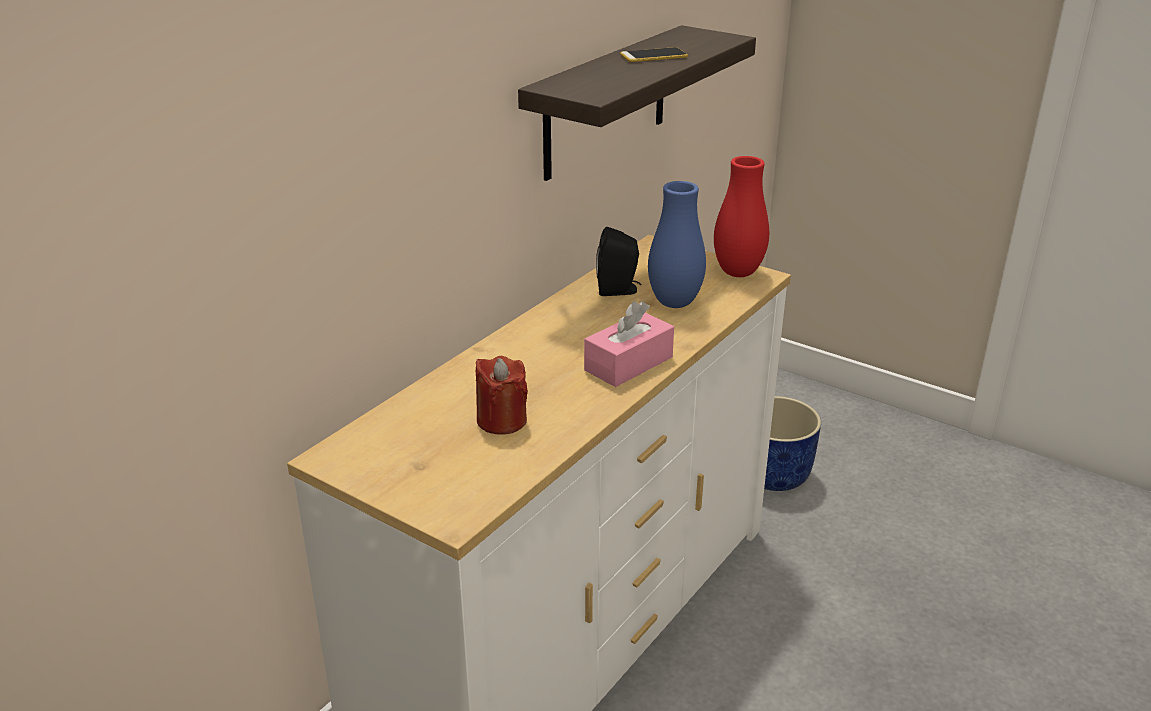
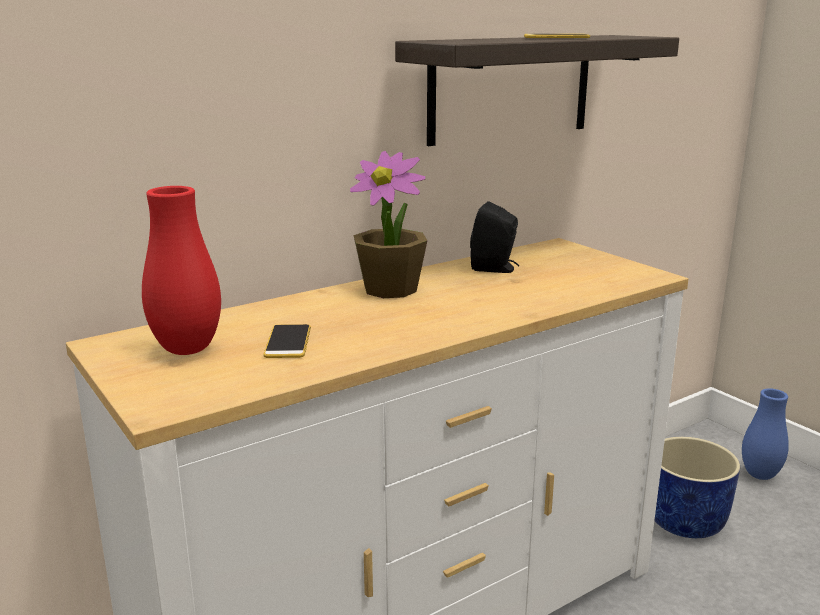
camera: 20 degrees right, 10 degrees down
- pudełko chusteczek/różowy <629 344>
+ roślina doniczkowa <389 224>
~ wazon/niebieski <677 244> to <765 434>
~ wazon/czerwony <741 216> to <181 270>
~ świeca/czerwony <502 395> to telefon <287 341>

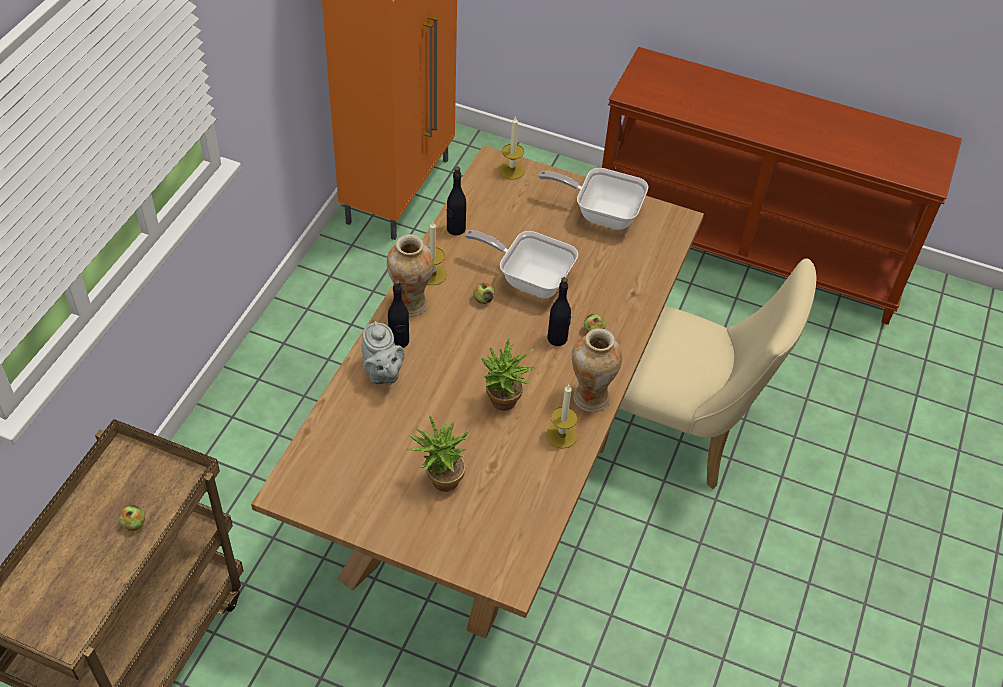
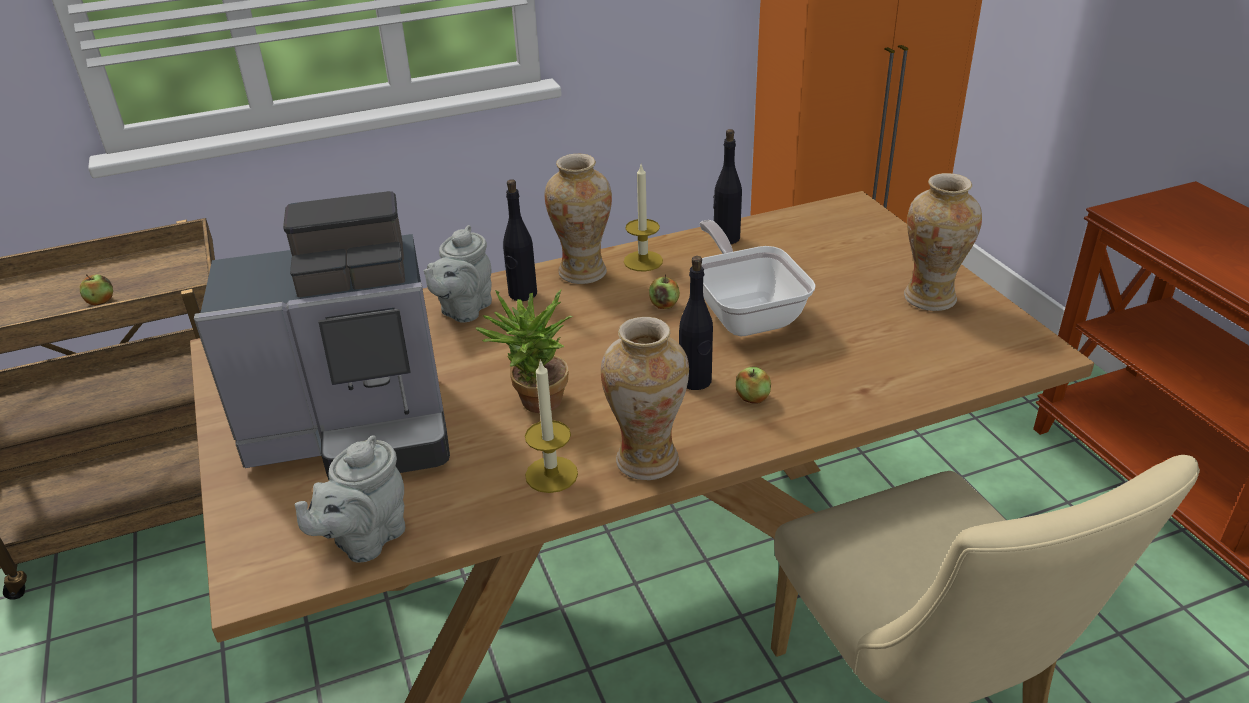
camera: 50 degrees right, 15 degrees down
- świeca <512 147>
+ imbryk/szary <349 499>
~ roślina doniczkowa <437 453> to ekspres do kawy <322 335>
~ patelnia <593 199> to wazon <943 242>

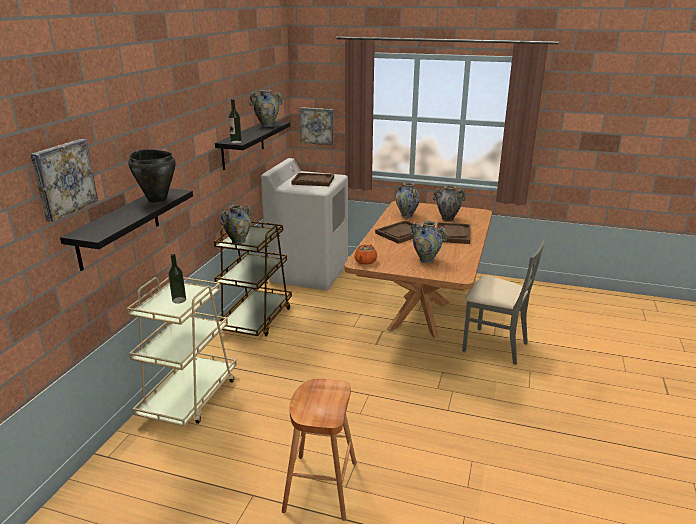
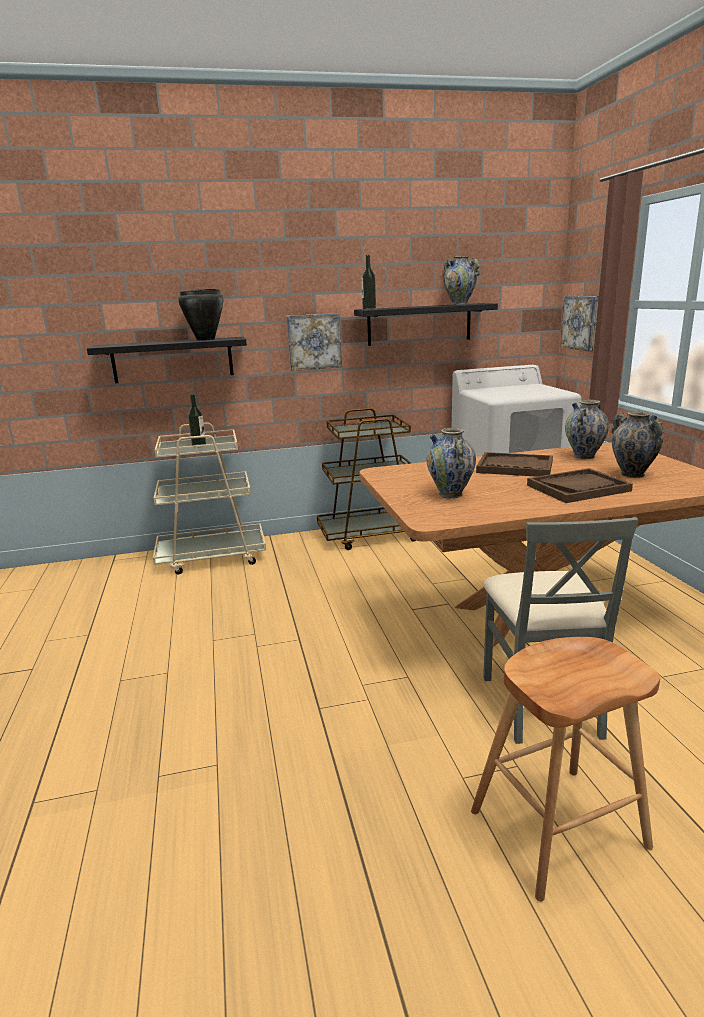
camera: 60 degrees right, 5 degrees down
- wazon <236 224>
- taca/brązowy <312 179>
- imbryk/pomarańczowy <365 254>
~ obraz <64 180> to <314 342>
~ stołek/brązowy <319 450> to <565 769>

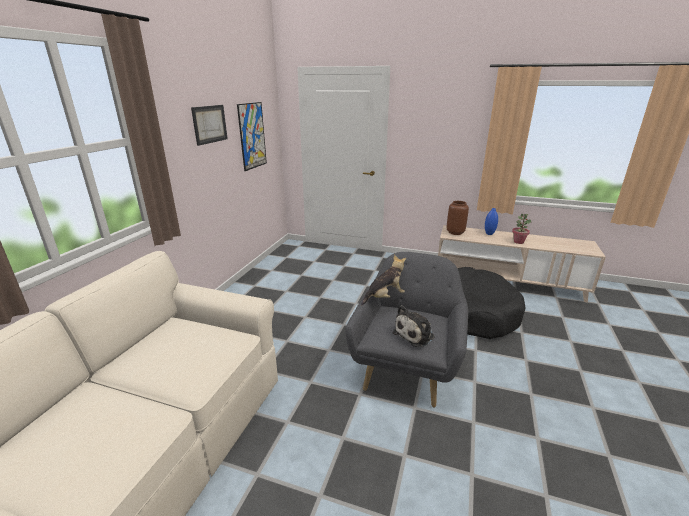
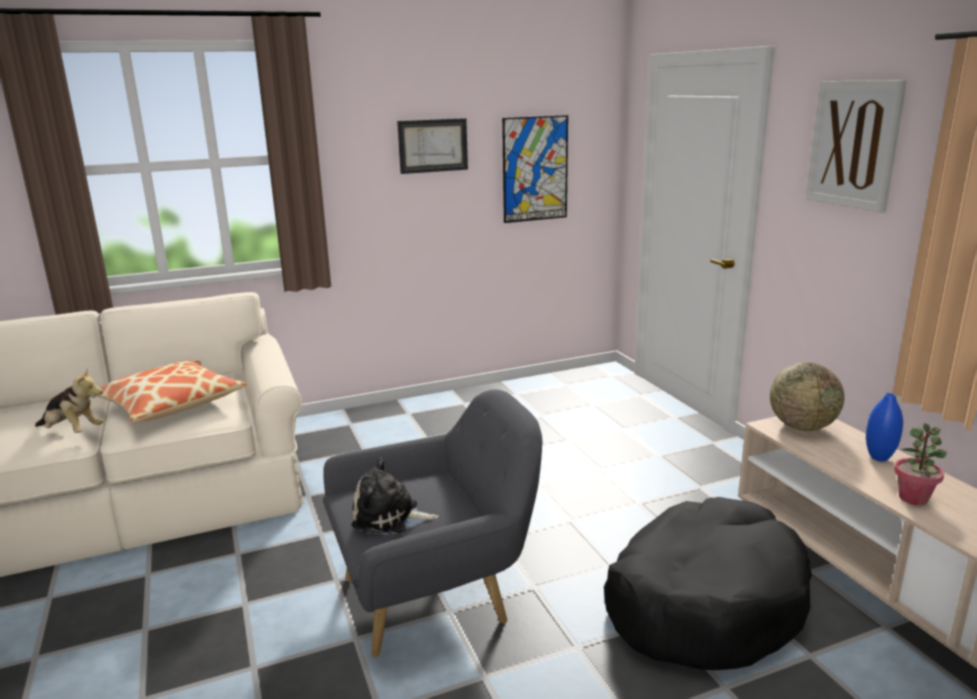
camera: 50 degrees right, 5 degrees down
+ poduszka <172 391>
+ obraz <856 146>
~ pluszak <383 280> to <69 400>
~ wazon/brązowy <458 218> to globus <807 396>

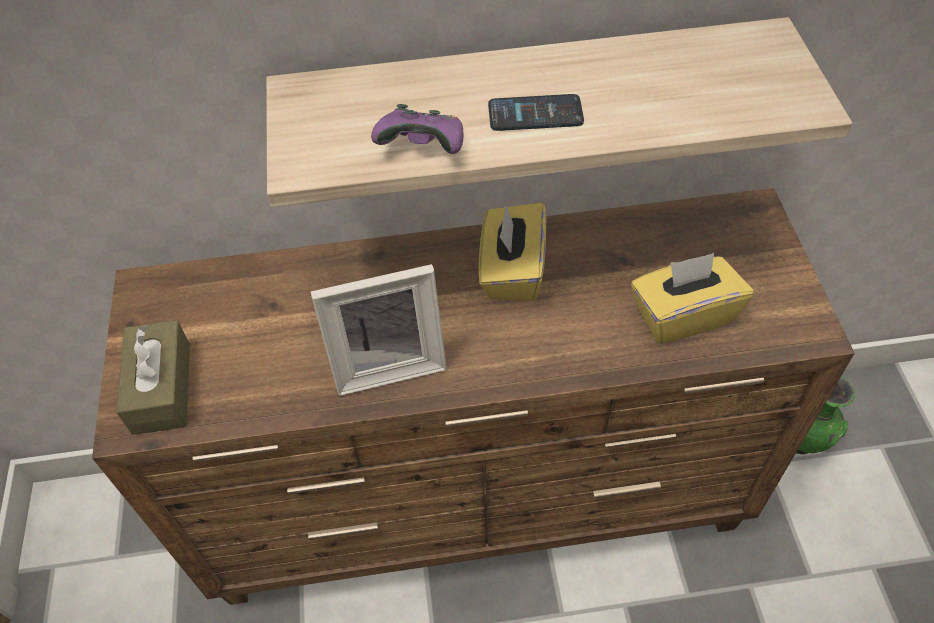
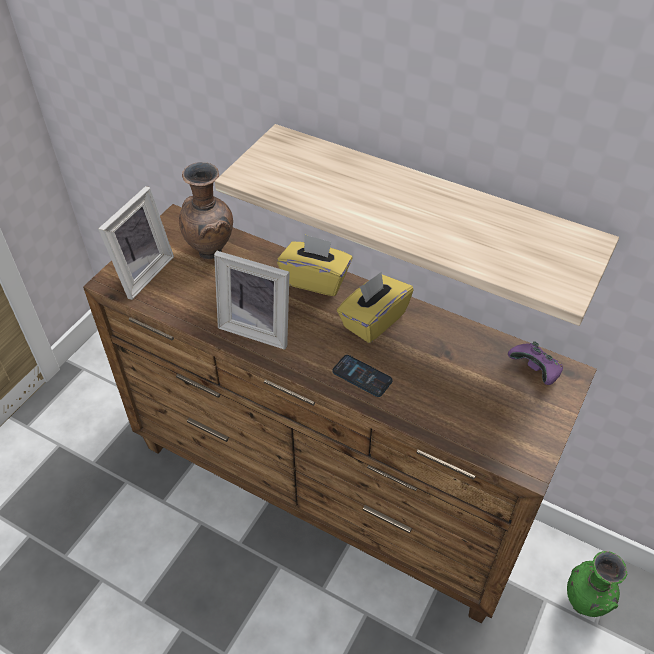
camera: 35 degrees right, 5 degrees down
+ wazon/brązowy <206 211>
~ pad do gier/fioletowy <417 129> to <535 363>
~ telefon <536 112> to <362 376>
~ pudełko chusteczek/żółty <692 298> to <315 265>
~ pudełko chusteczek/brązowy <153 377> to ramka na zdjęcie <136 243>

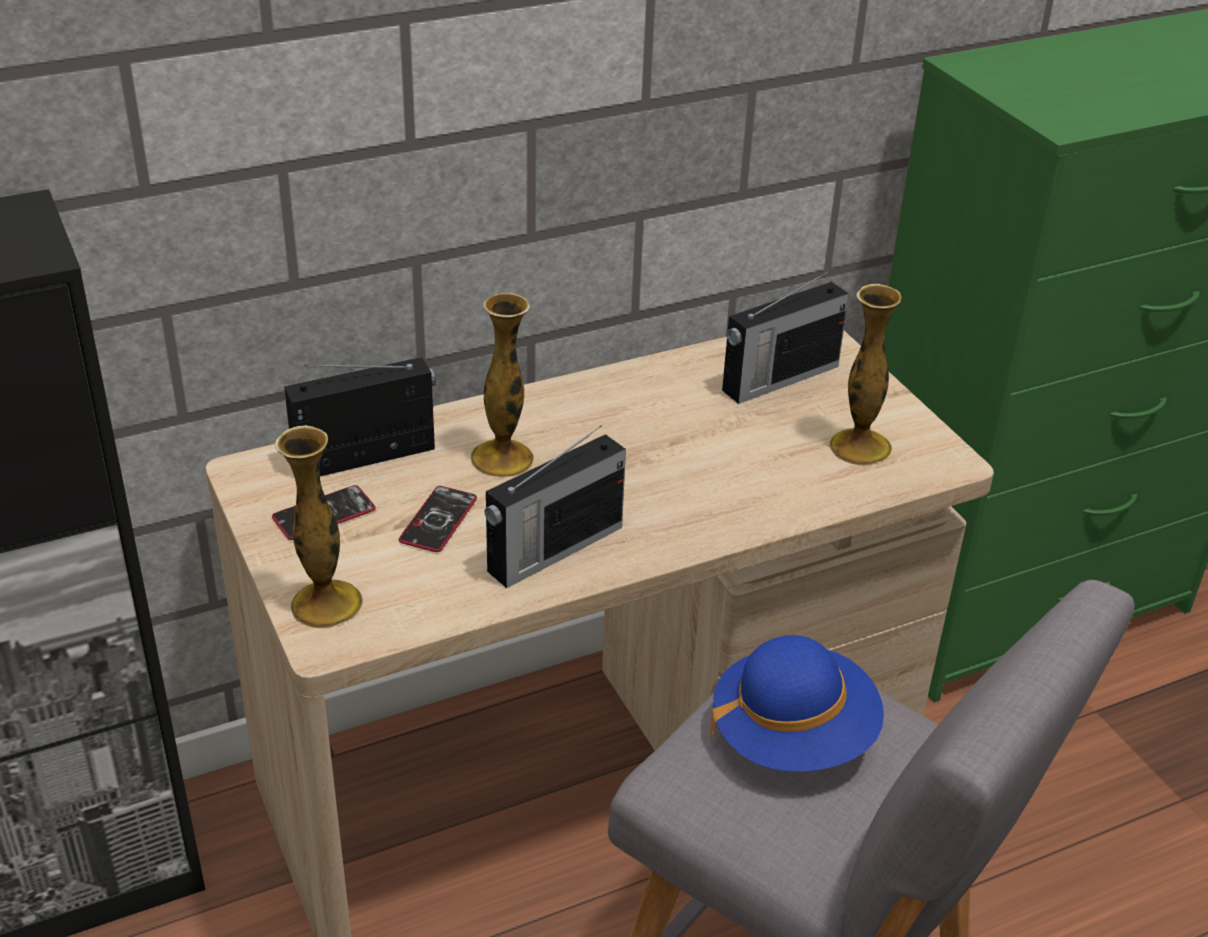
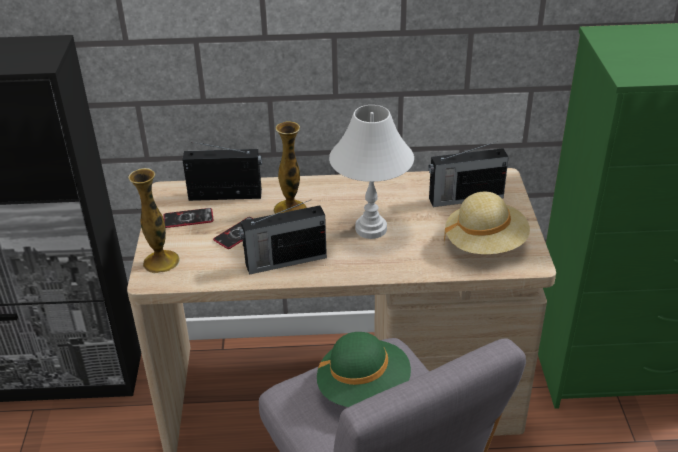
camera: 25 degrees right, 0 degrees up
+ lampa stołowa/biały <371 172>
~ wazon <865 375> to kapelusz/beżowy <487 223>
~ kapelusz/niebieski <797 703> to kapelusz/zielony <364 369>

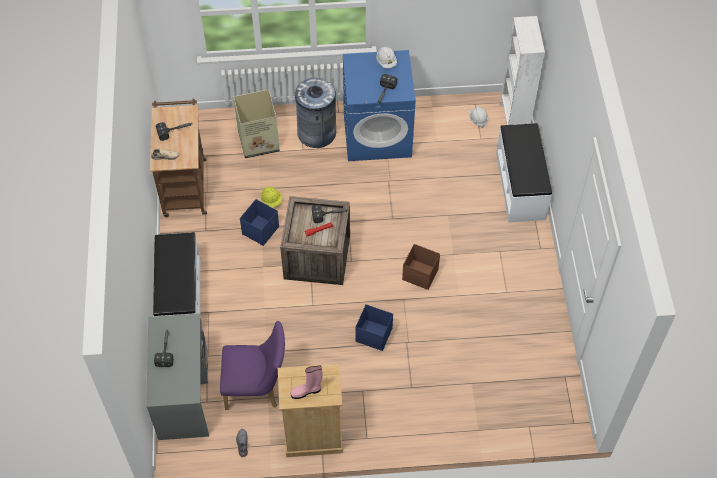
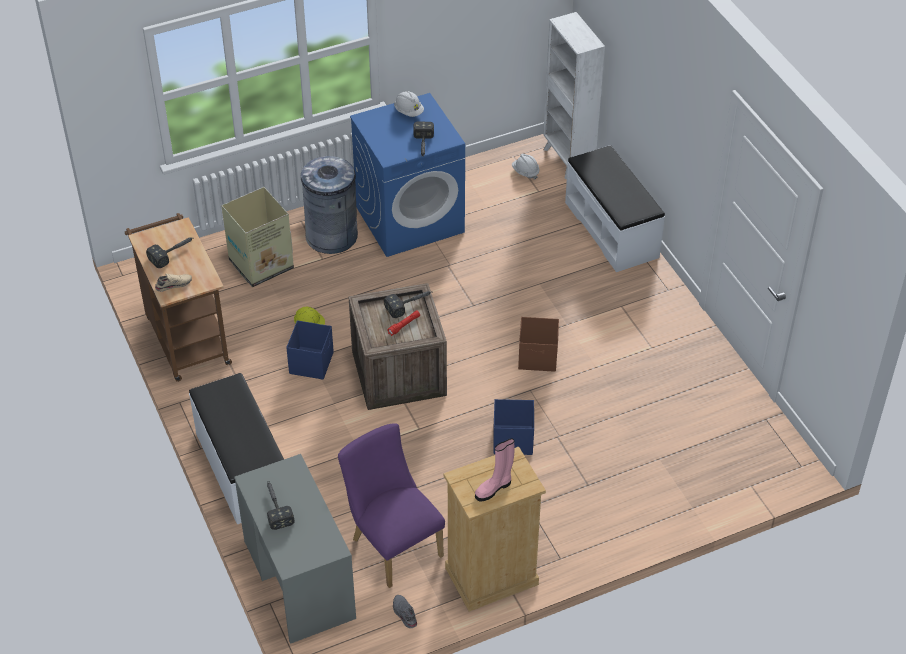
camera: 20 degrees left, 10 degrees down
~ krzesło/fioletowy <252 365> = <391 505> 105 degrees counterclockwise

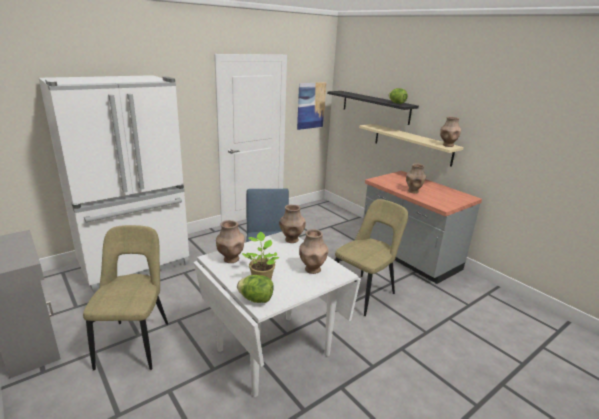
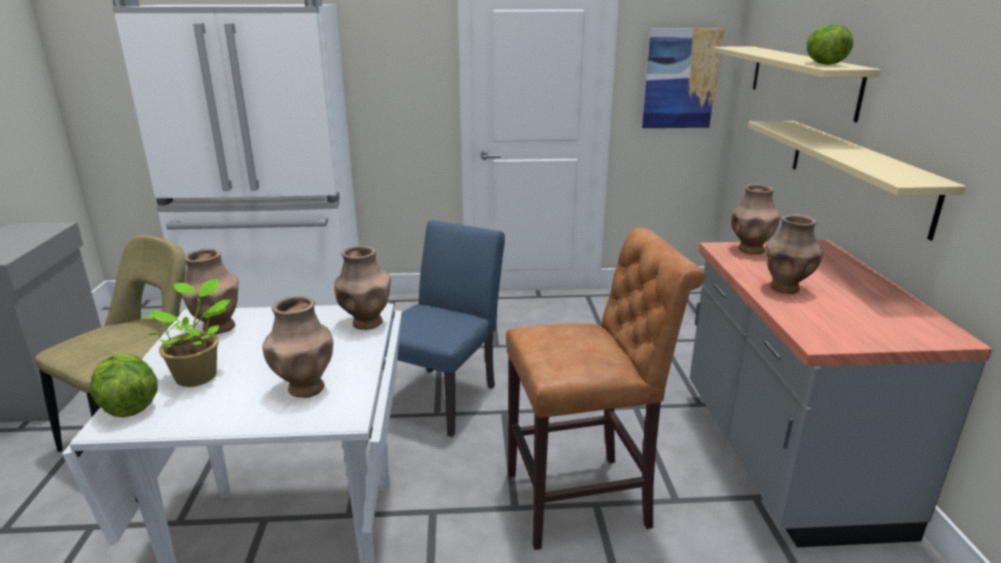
camera: 35 degrees right, 0 degrees up
~ wazon/brązowy <450 131> to <755 219>
~ krzesło/beżowy <371 257> to stołek/brązowy <605 388>
~ półka/czarny <373 108> to półka/beżowy <797 84>

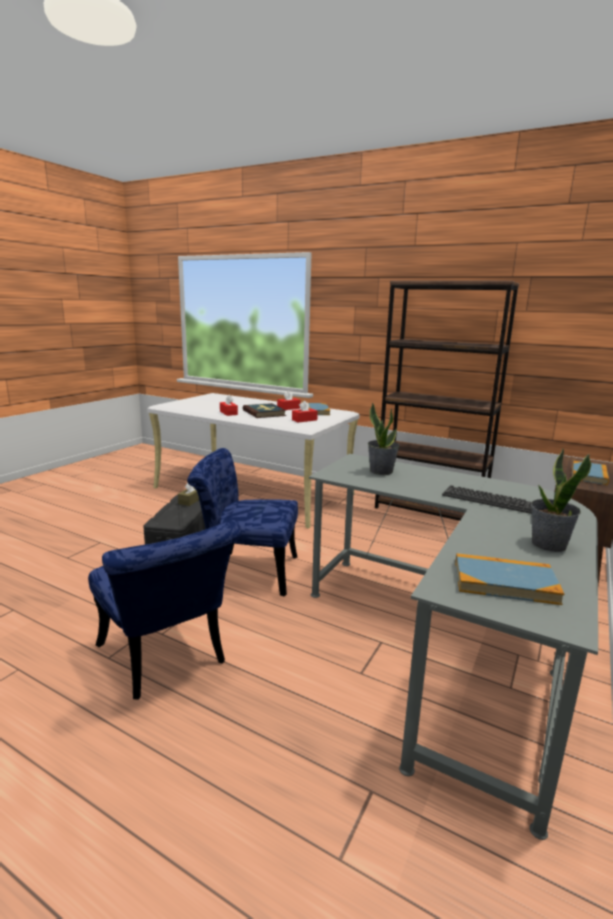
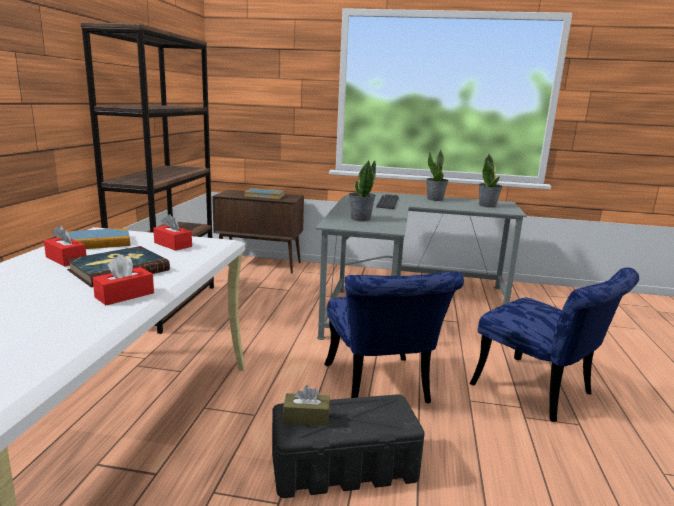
camera: 110 degrees left, 0 degrees up
~ książka <509 579> to roślina doniczkowa <491 181>
~ krzesło/niebieski <165 610> = <554 344> 105 degrees clockwise

